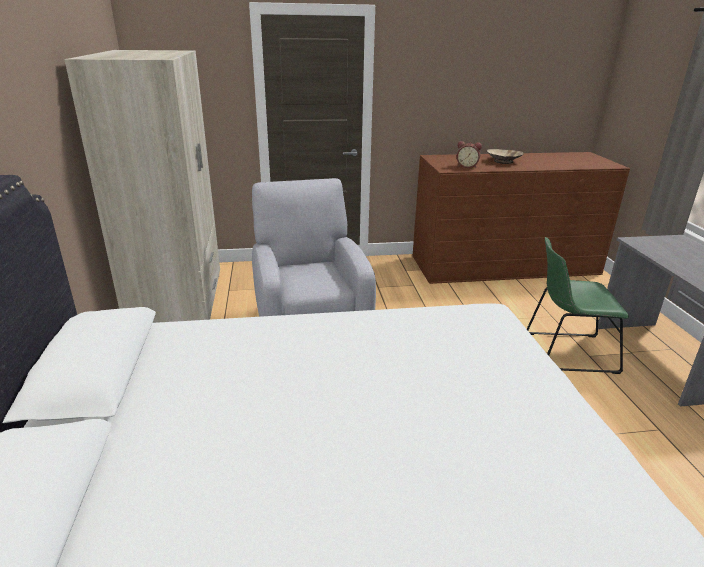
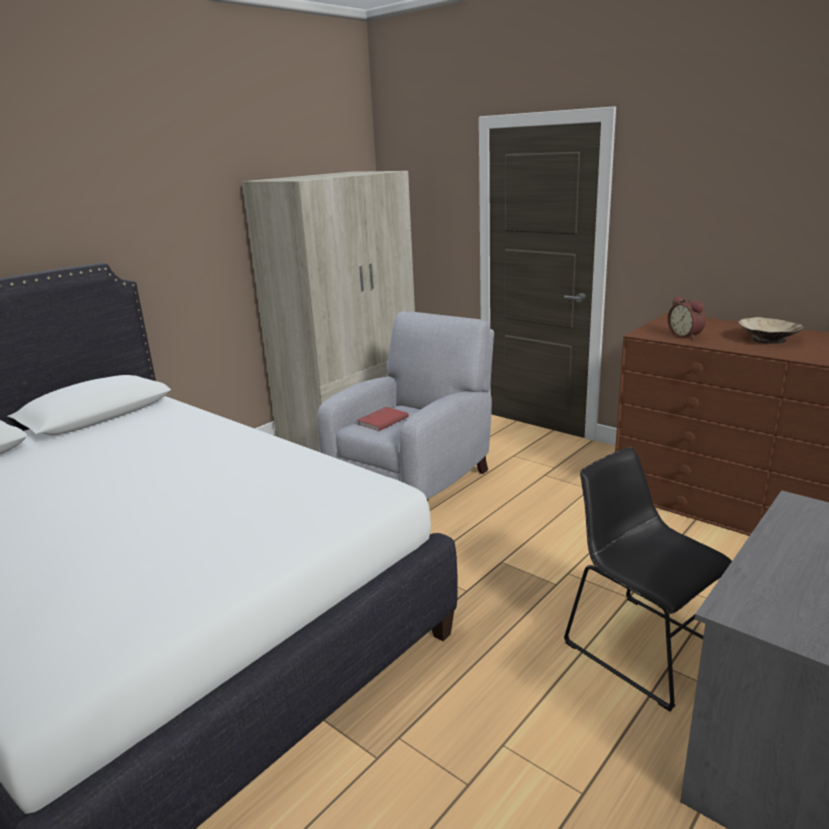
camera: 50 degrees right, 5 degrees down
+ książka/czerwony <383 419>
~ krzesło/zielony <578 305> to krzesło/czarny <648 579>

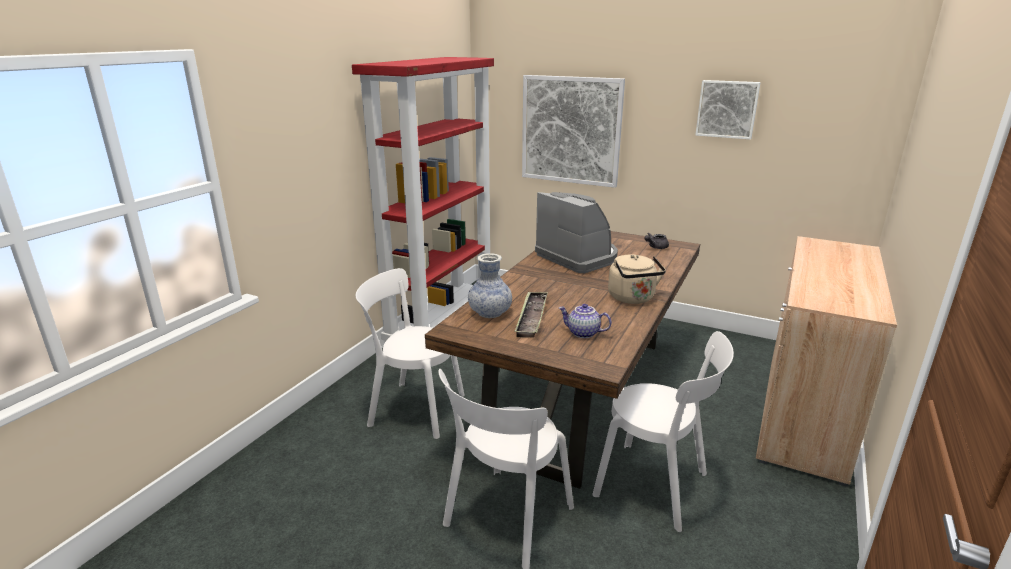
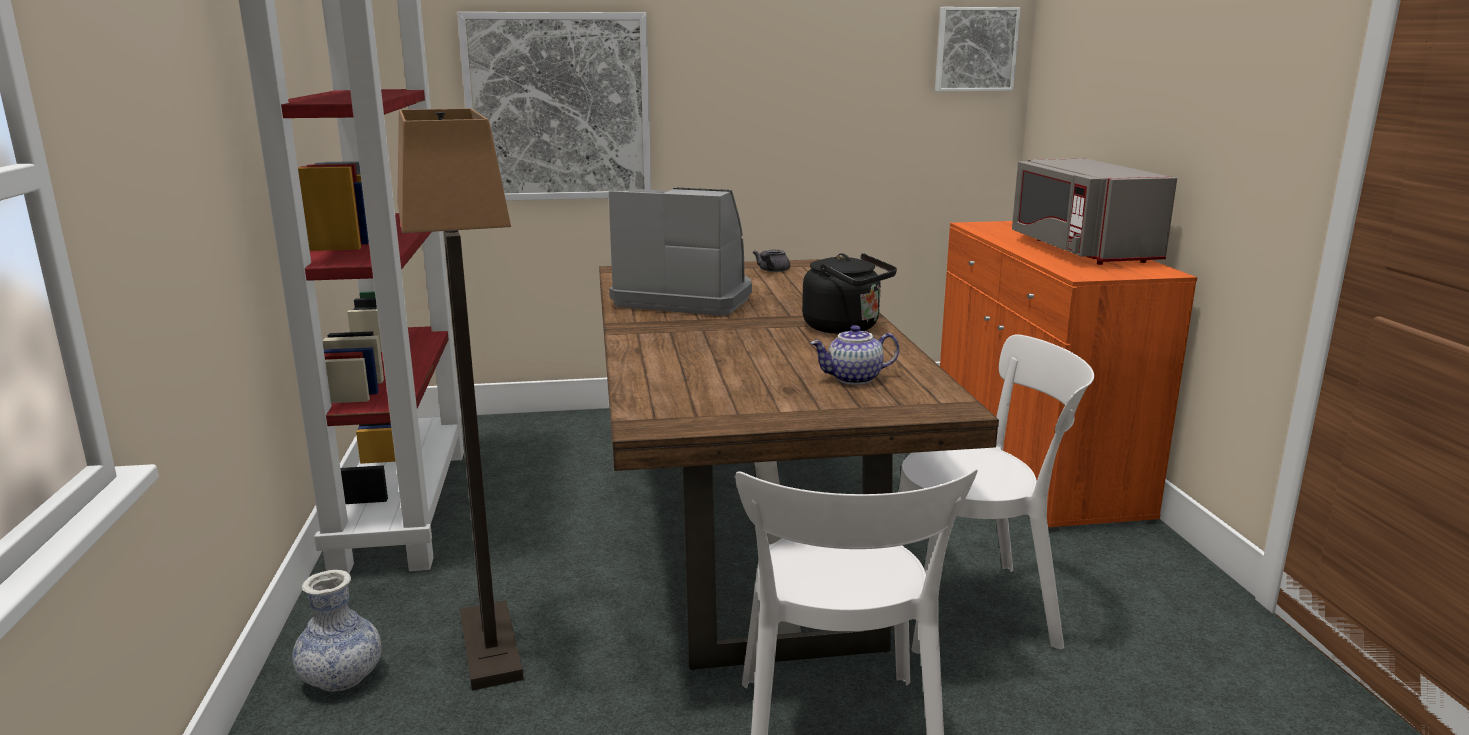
camera: 35 degrees left, 5 degrees down
- taca <531 314>
+ mikrofalówka/szary <1094 211>
~ wazon <490 285> to <337 631>
~ obraz <728 110> to <978 49>
~ krzesło/biały <410 353> to lampa stojąca <460 399>
~ czajnik/beżowy <637 279> to czajnik/czarny <849 293>
~ szafka/beżowy <826 361> to szafka/pomarańczowy <1068 376>

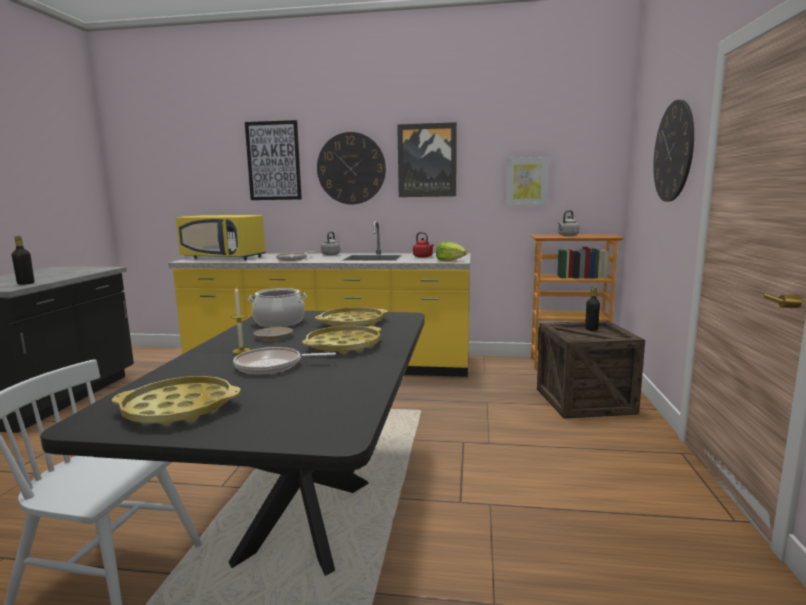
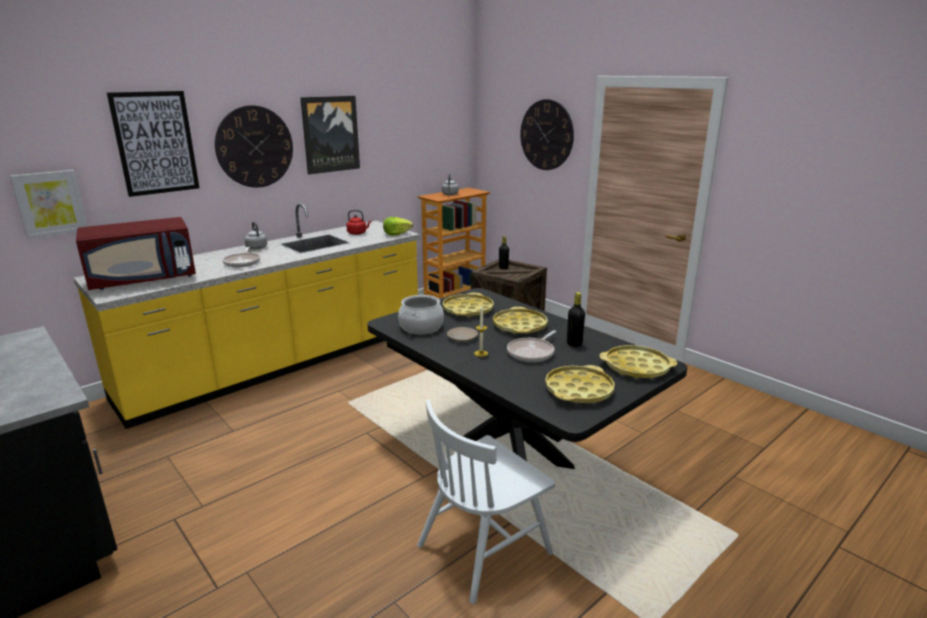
camera: 50 degrees left, 10 degrees up
+ taca/żółty <638 362>
~ butelka/czarny <23 260> to <576 319>
~ obraz <527 181> to <49 204>
~ mikrofalówka/żółty <221 237> to mikrofalówka/czerwony <136 253>

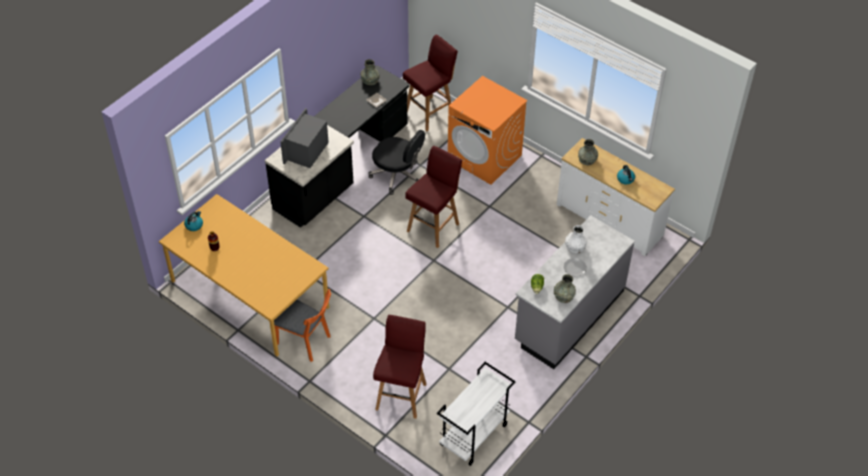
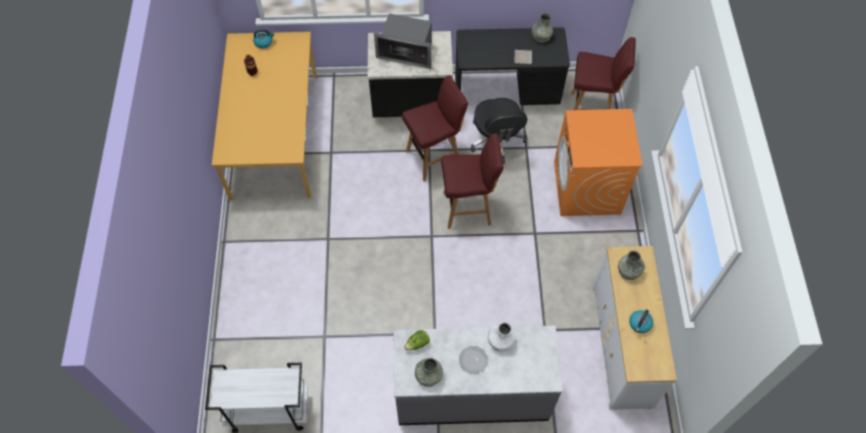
camera: 50 degrees right, 10 degrees up
- krzesło/pomarańczowy <302 325>
~ stołek/czerwony <399 367> to <435 128>
~ mikrofalówka <304 138> = <403 41> 150 degrees counterclockwise

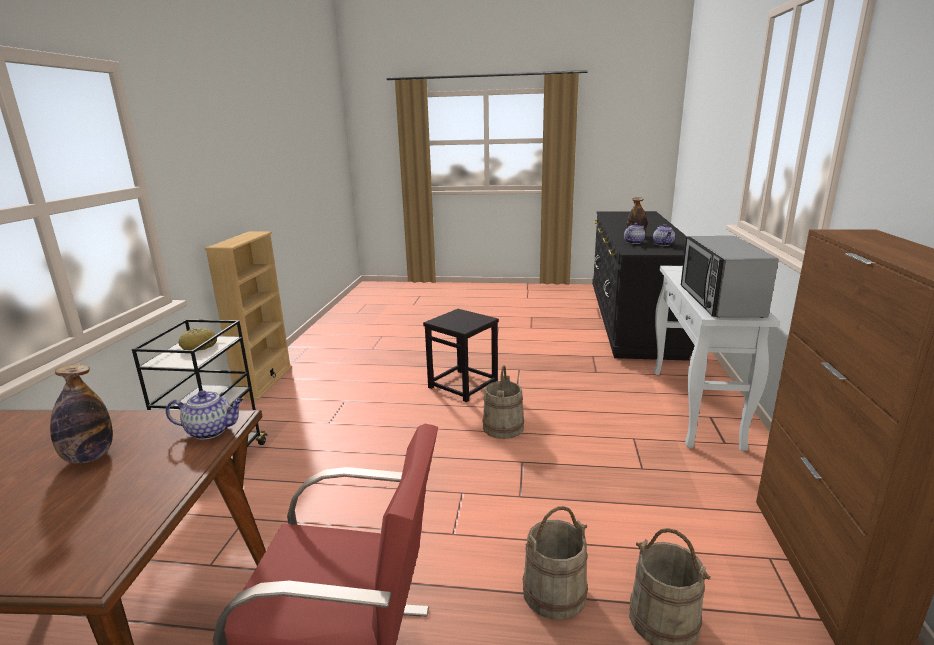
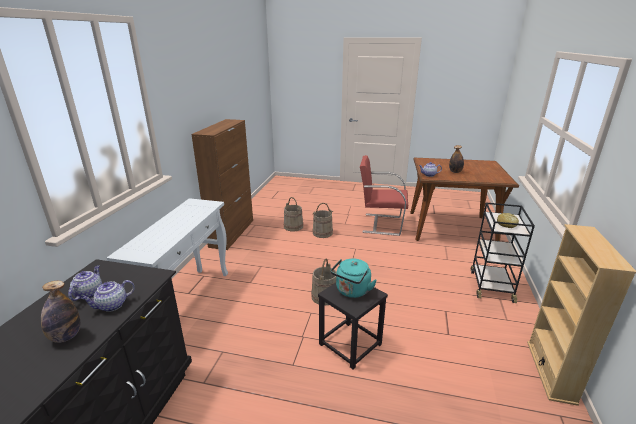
camera: 175 degrees left, 5 degrees up
- mikrofalówka <730 277>
+ czajnik/turkusowy <354 278>

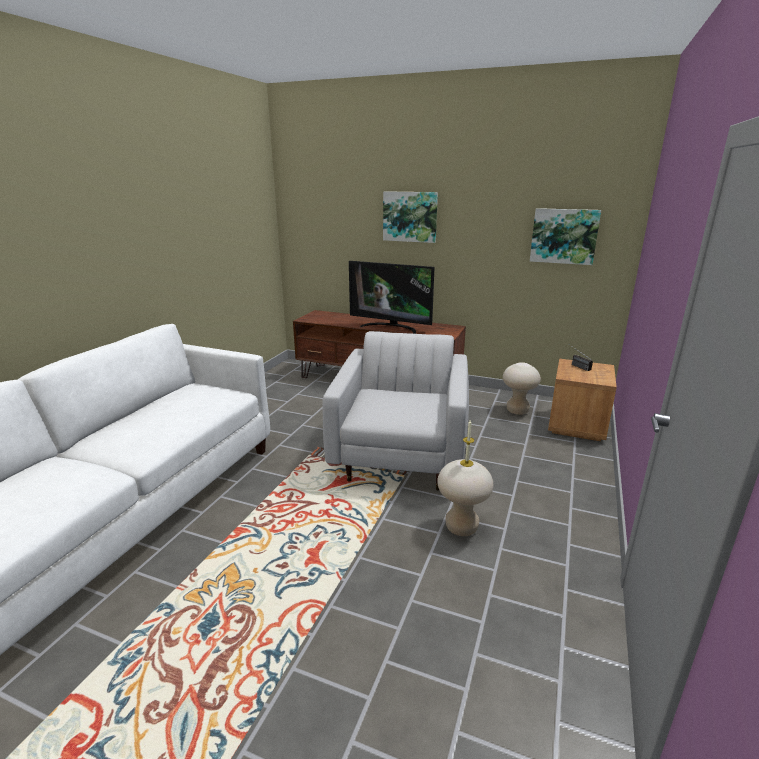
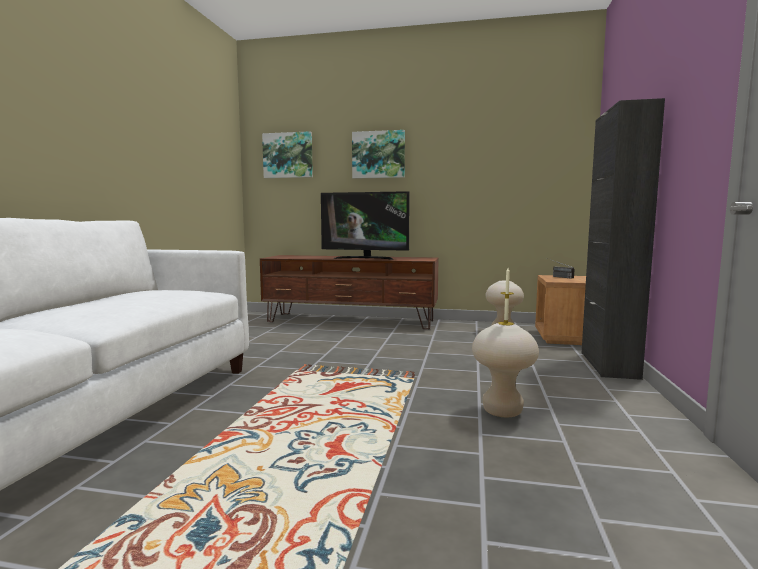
camera: 10 degrees left, 15 degrees down
- fotel/biały <396 410>
+ szafka/czarny <623 239>
~ obraz <565 236> to <287 154>

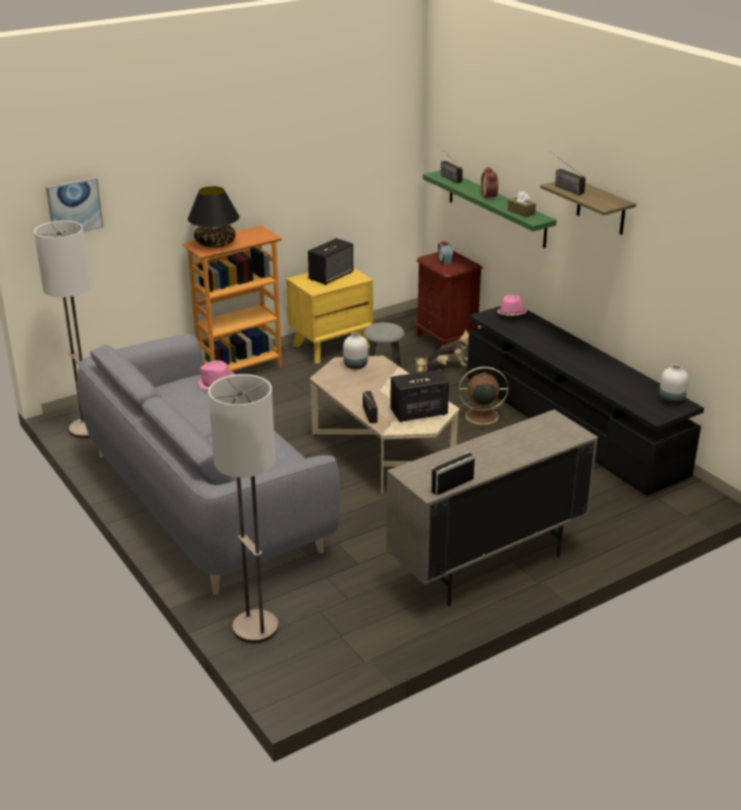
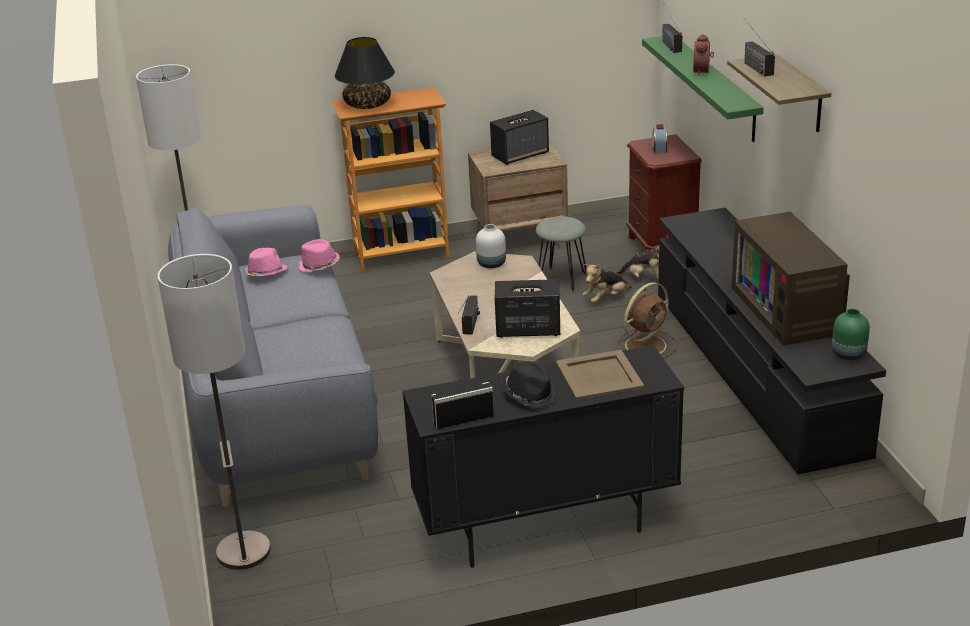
camera: 20 degrees right, 0 degrees up
- obraz <75 204>
- pudełko chusteczek/brązowy <521 204>
+ kapelusz/czarny <529 385>
+ taca/beżowy <600 375>
+ telewizor <791 279>
~ kapelusz/różowy <512 305> to <266 262>
~ szafka nocna/żółty <329 315> to szafka nocna/brązowy <518 194>
~ szafka/beżowy <492 507> to szafka/czarny <543 456>
~ wazon/biały <674 384> to wazon/zielony <851 334>
~ wentylator/brązowy <483 398> = <648 320> 120 degrees clockwise

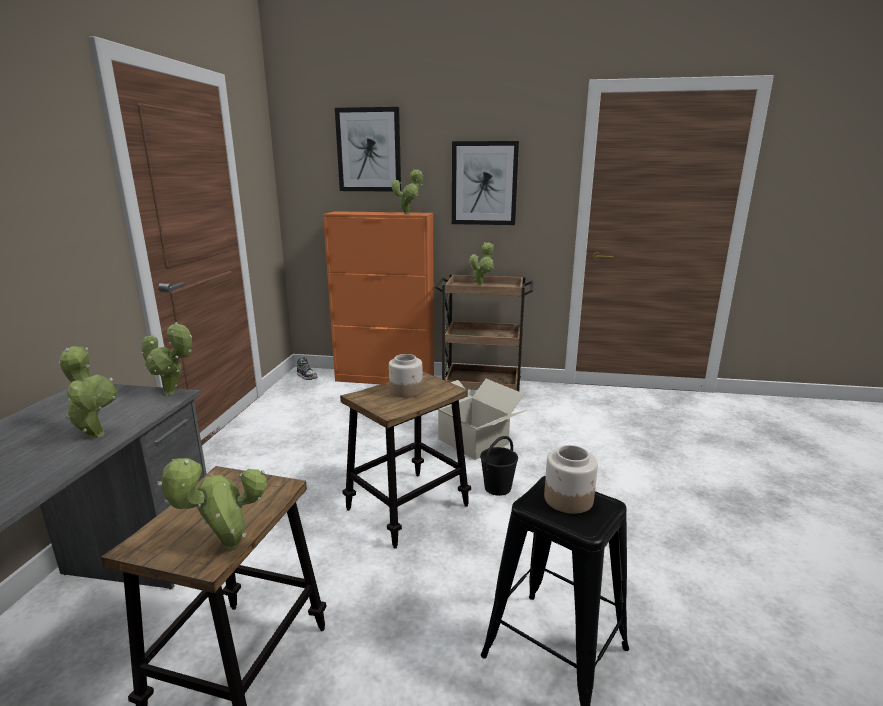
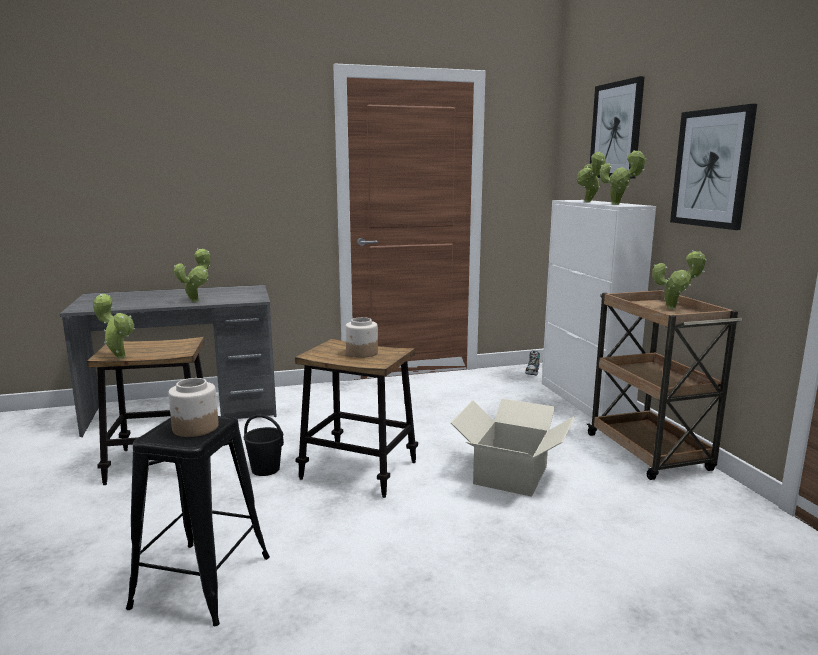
camera: 65 degrees right, 5 degrees down
~ roślina doniczkowa <166 358> to <591 176>
~ wiadro/czarny <499 466> to <263 445>
~ szafka/pomarańczowy <378 297> to szafka/biały <599 309>

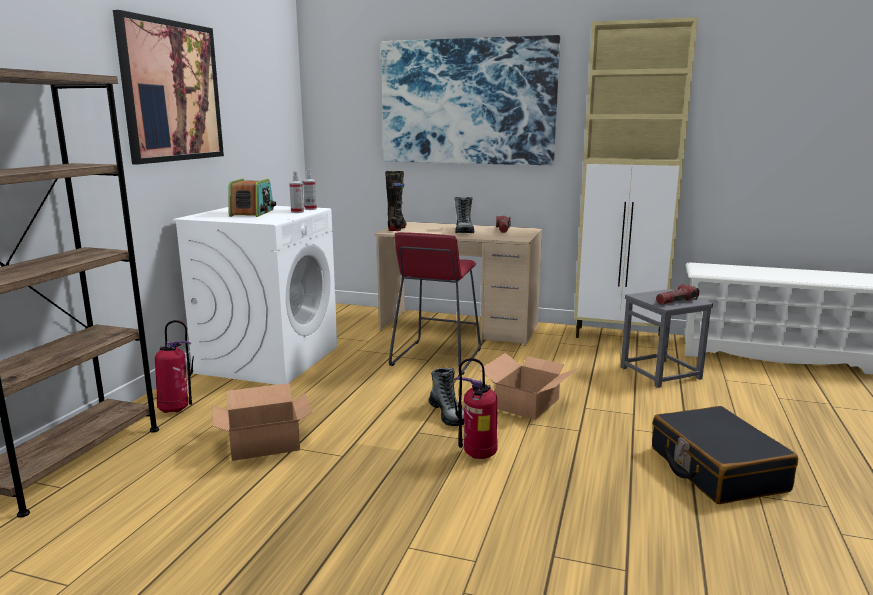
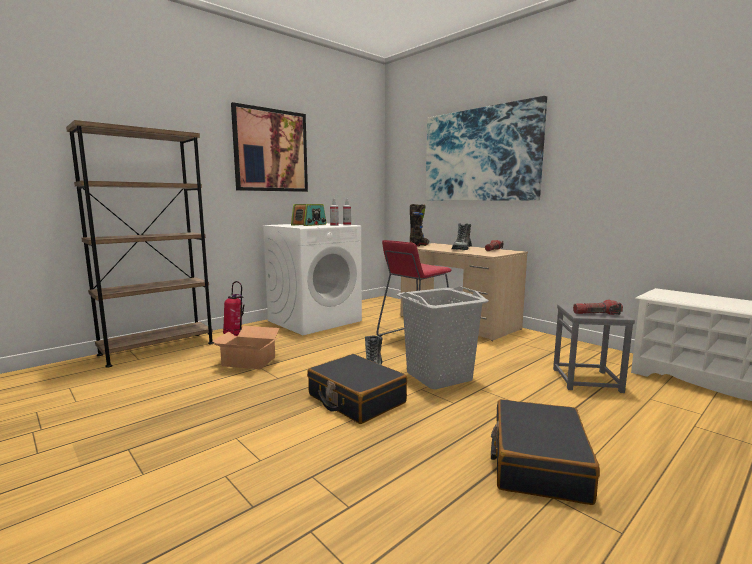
camera: 30 degrees right, 5 degrees down
- szafka/beżowy <636 177>
~ gaśnica <475 408> to walizka/czarny <357 389>
~ karton <528 386> to kosz na pranie/szary <442 337>

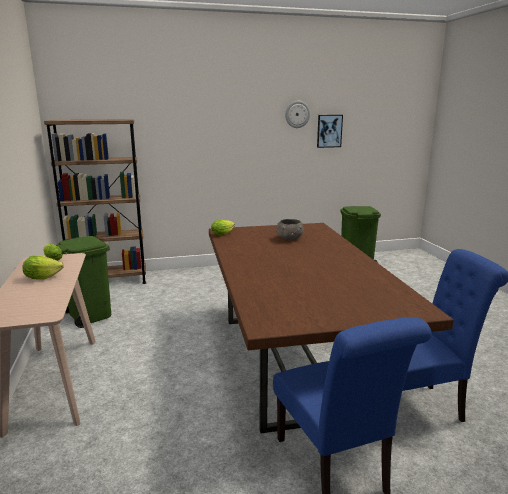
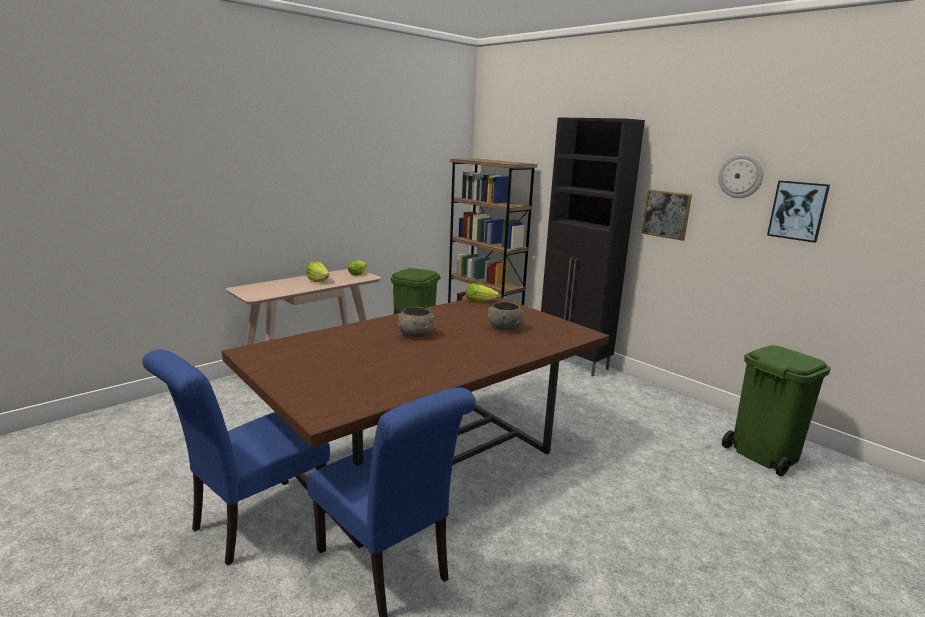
camera: 60 degrees right, 0 degrees up
+ miska/szary <416 322>
+ szafka/czarny <593 246>
+ obraz <667 215>

